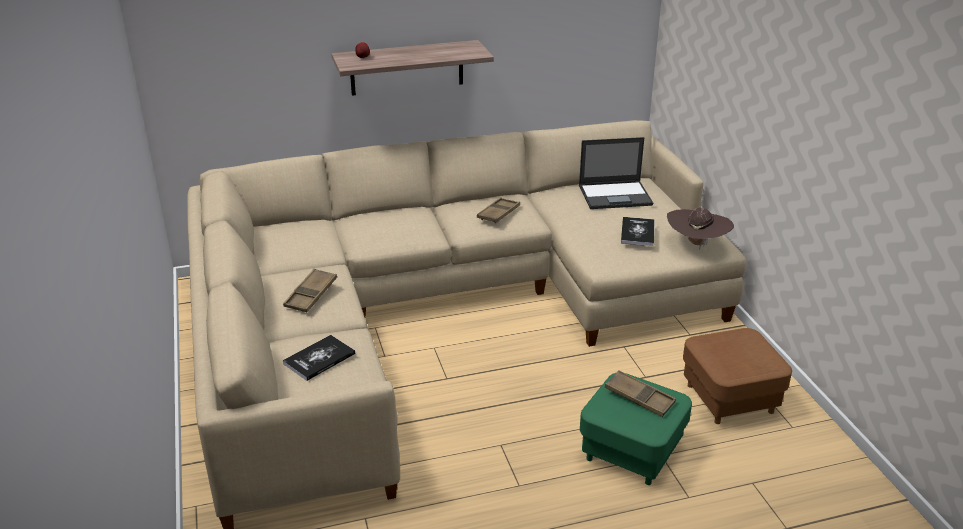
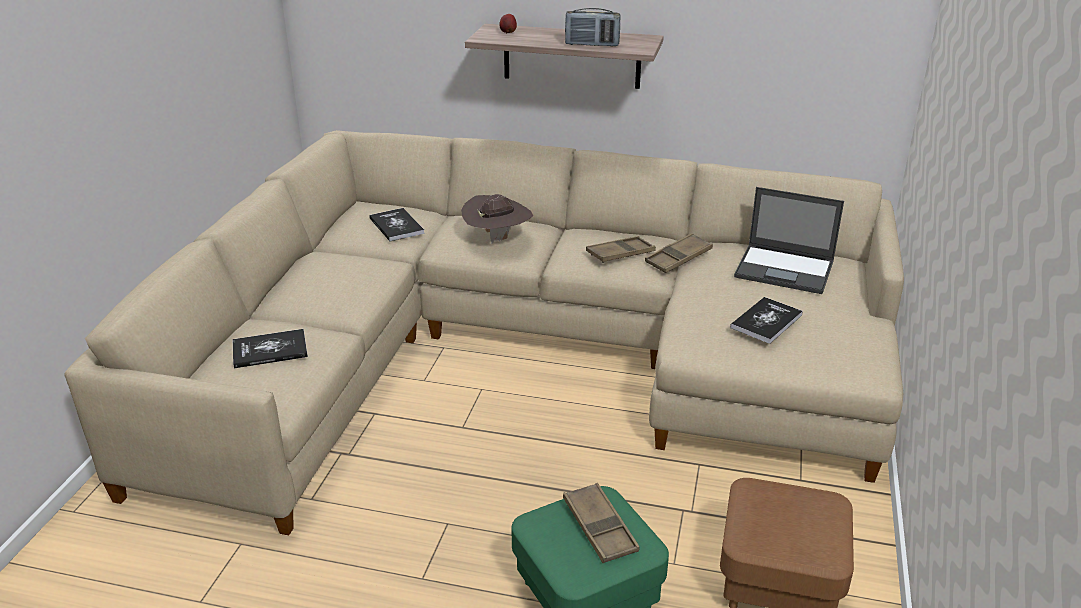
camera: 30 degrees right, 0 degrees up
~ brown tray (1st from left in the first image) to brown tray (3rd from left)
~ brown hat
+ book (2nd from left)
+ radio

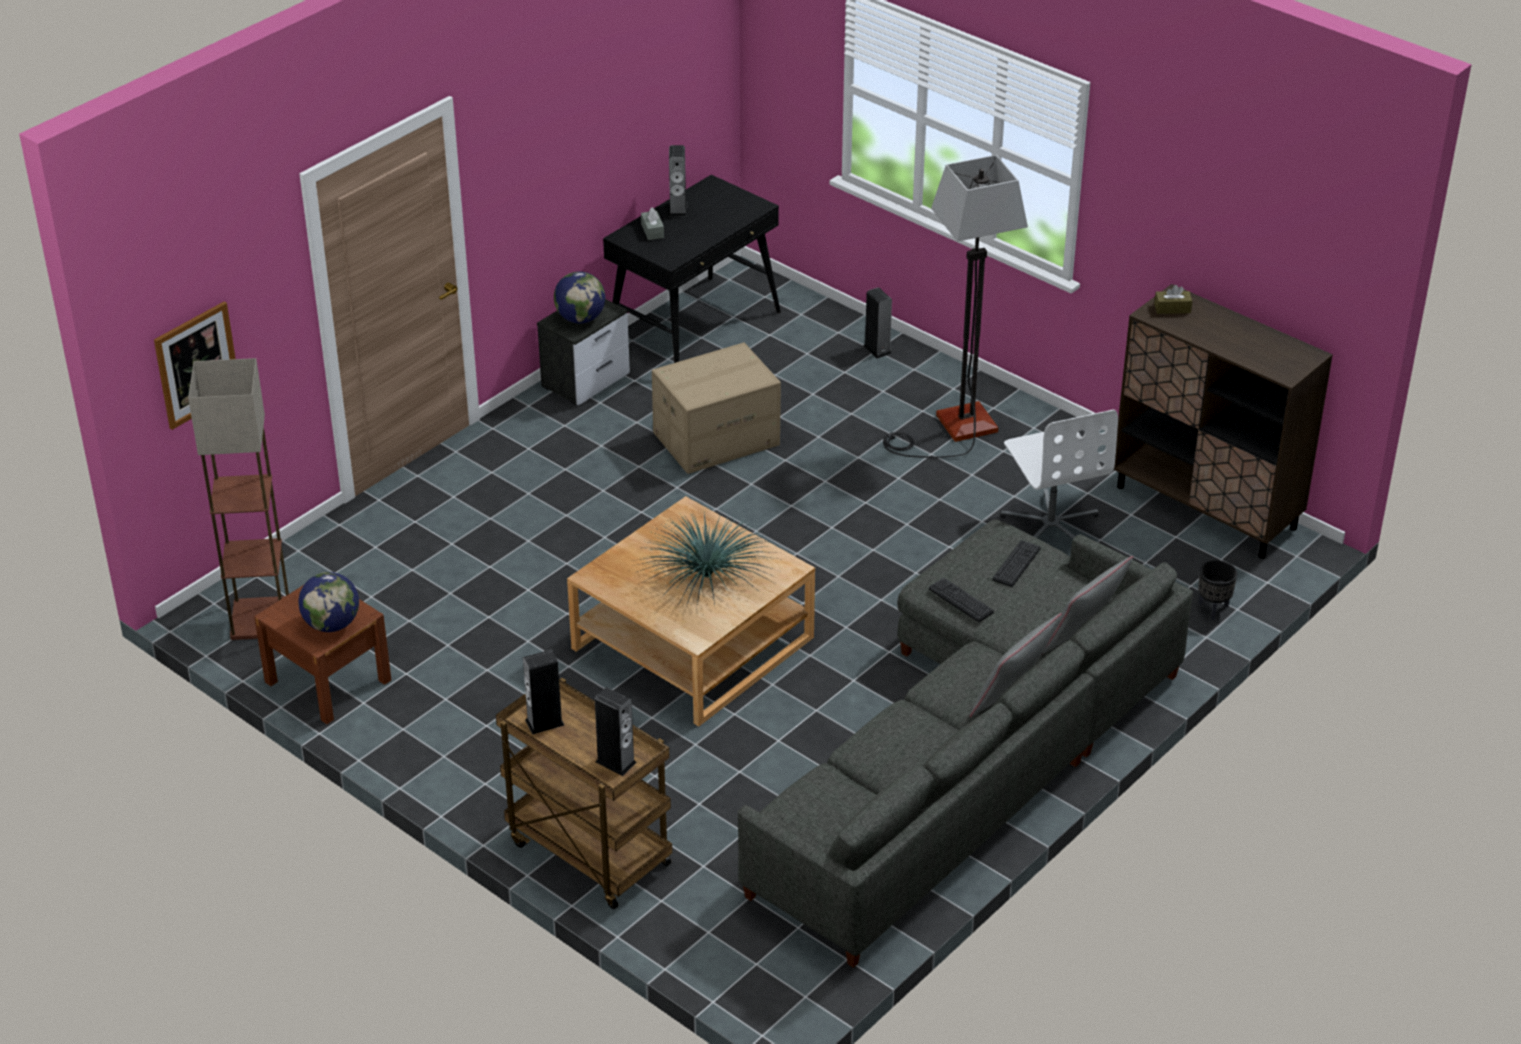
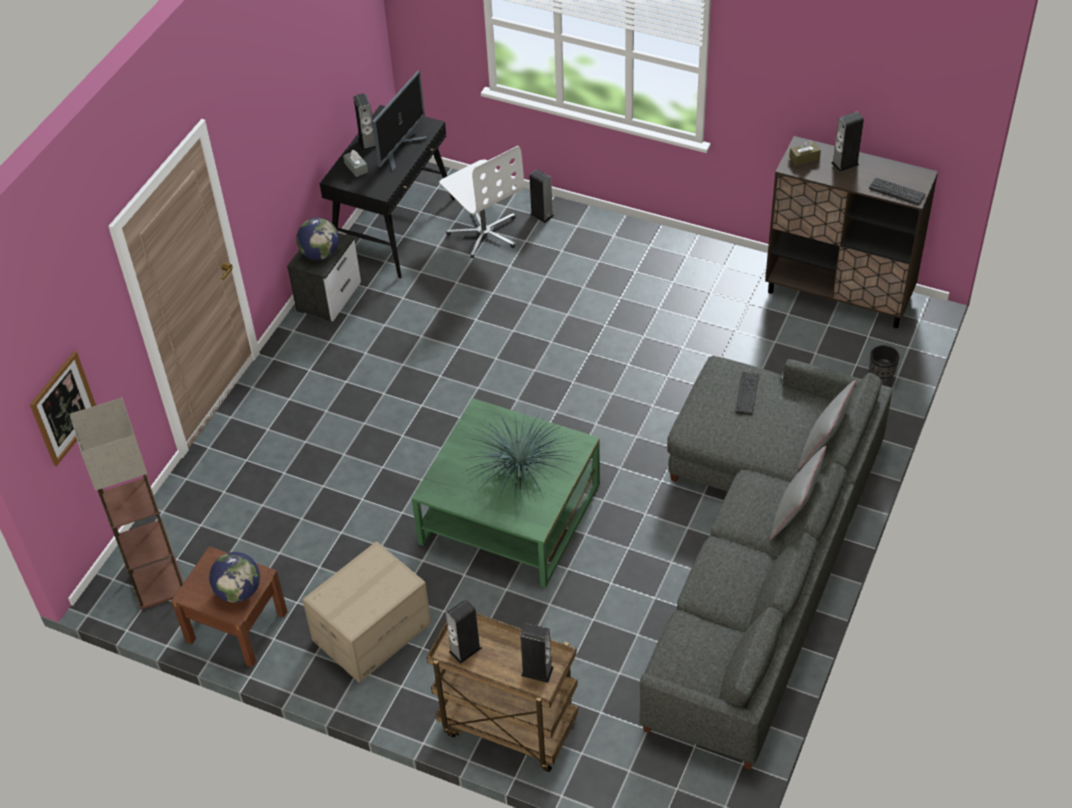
camera: 15 degrees left, 10 degrees up
~ beige coffee table to green coffee table
~ cardboard box
- floor lamp (2nd from left)
~ keyboard (1st from left in the first image) to keyboard (2nd from left)
~ white office chair
+ monitor
+ speaker (5th from left)

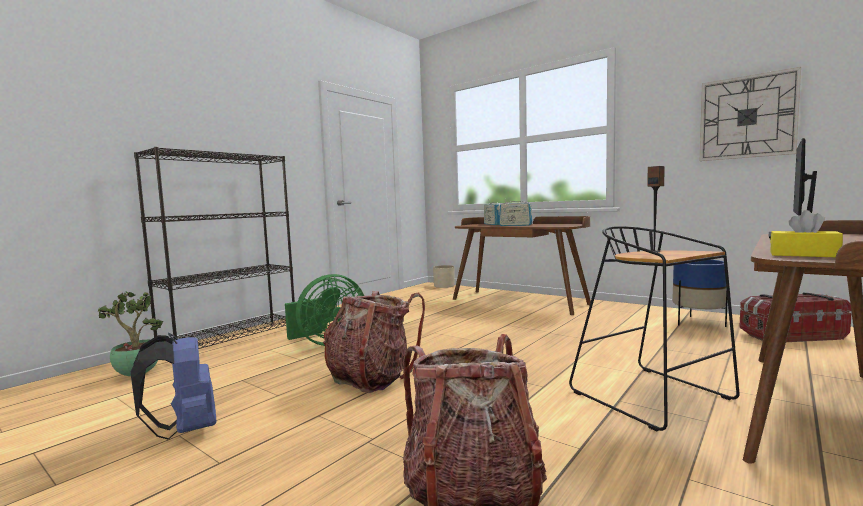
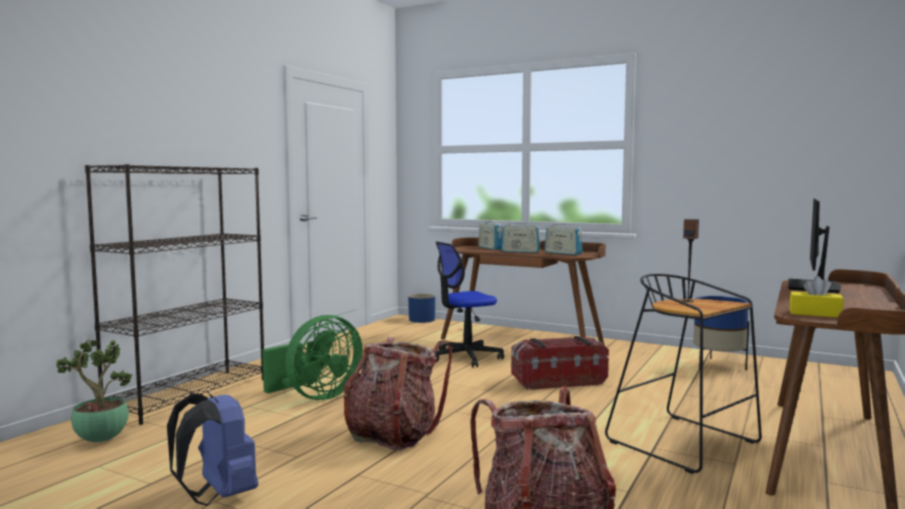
camera: 10 degrees left, 0 degrees up
~ beige planter to blue planter (1st from left)
- wall clock
~ storage box
+ office chair
+ radio (3rd from left)

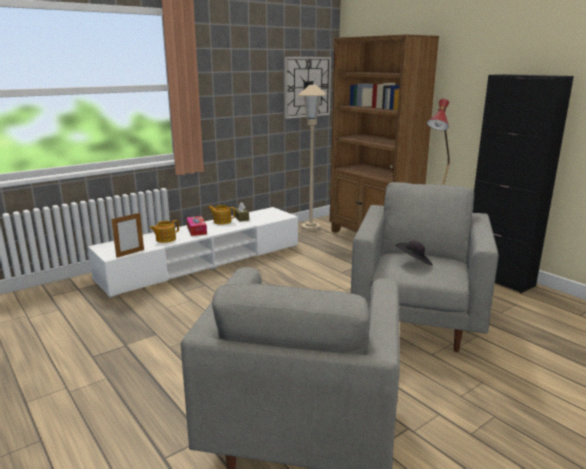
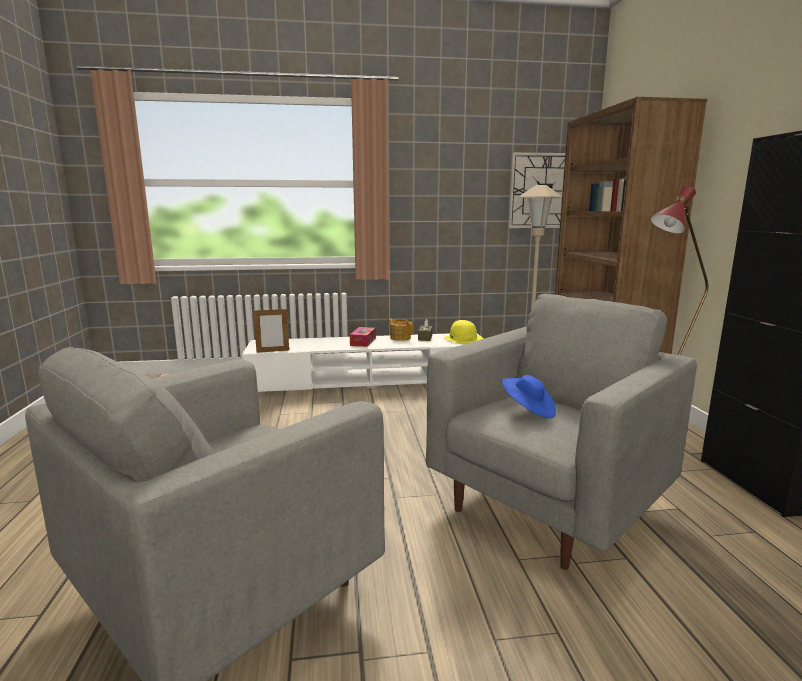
camera: 30 degrees right, 5 degrees down
- teapot (1st from left)
~ black hat to blue hat
+ yellow hat

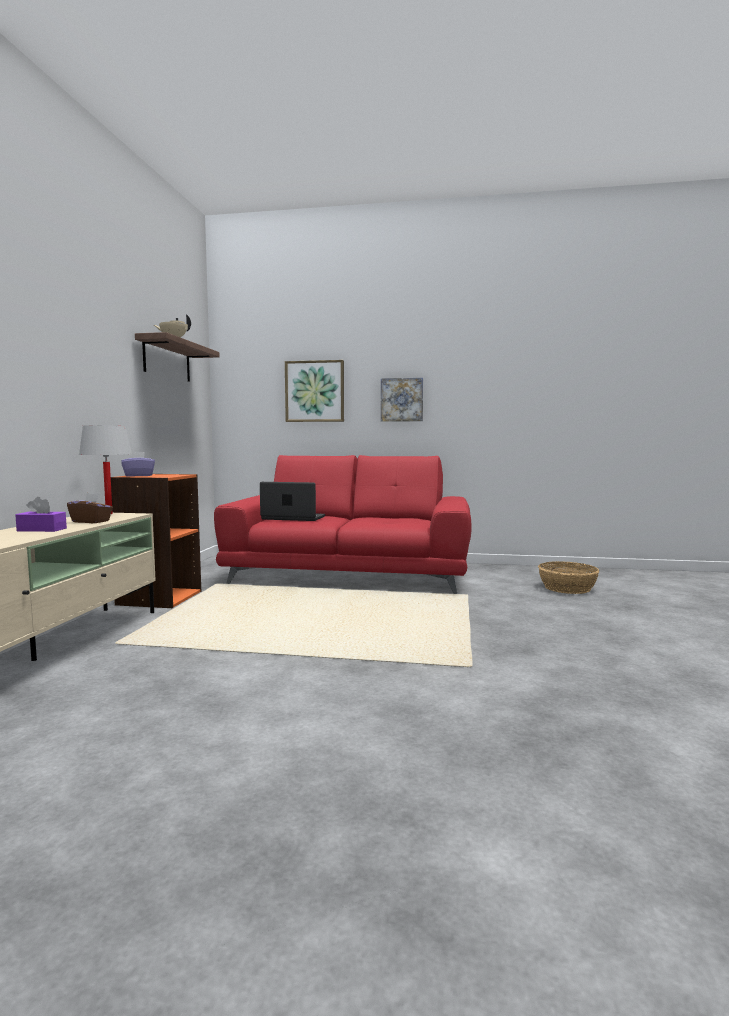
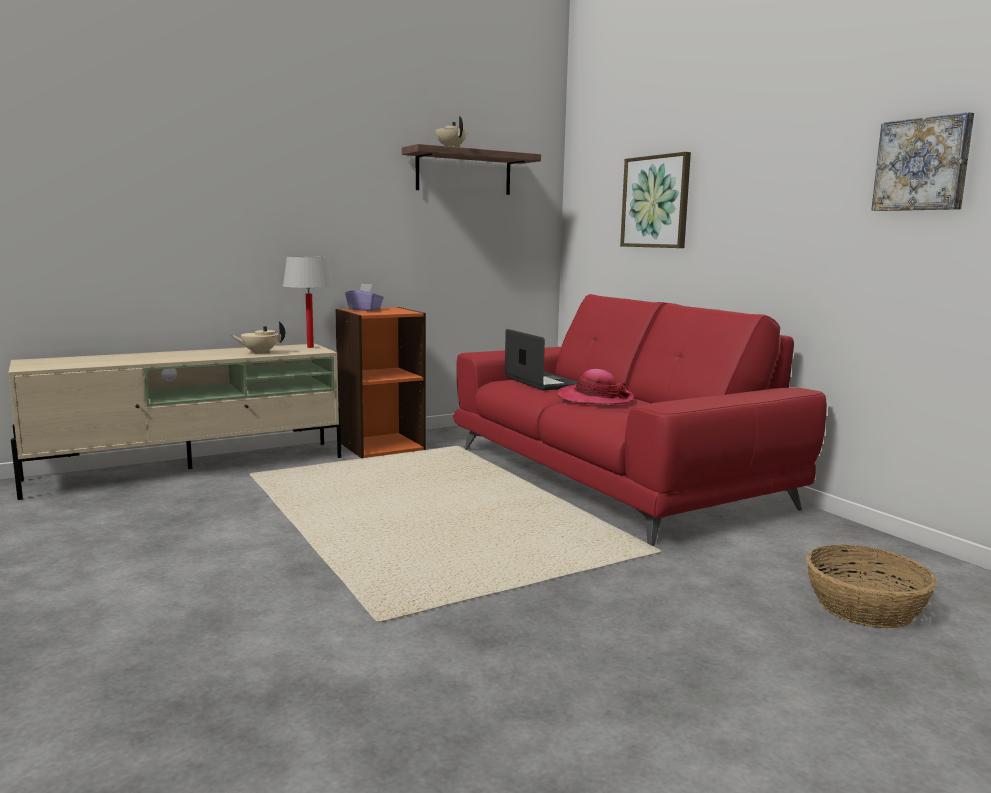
camera: 50 degrees right, 5 degrees up
- purple tissue box (1st from left)
~ brown tissue box to beige teapot (1st from left)
~ picture (2nd from left)
+ hat

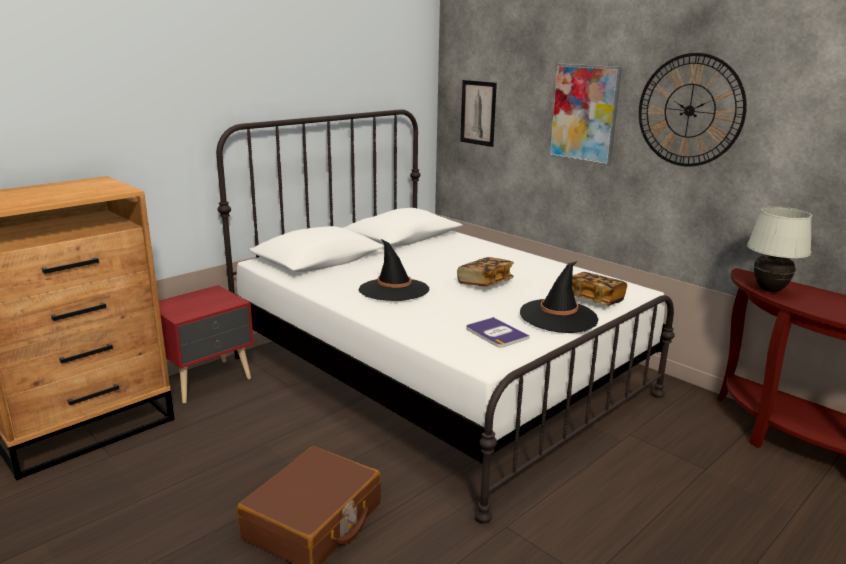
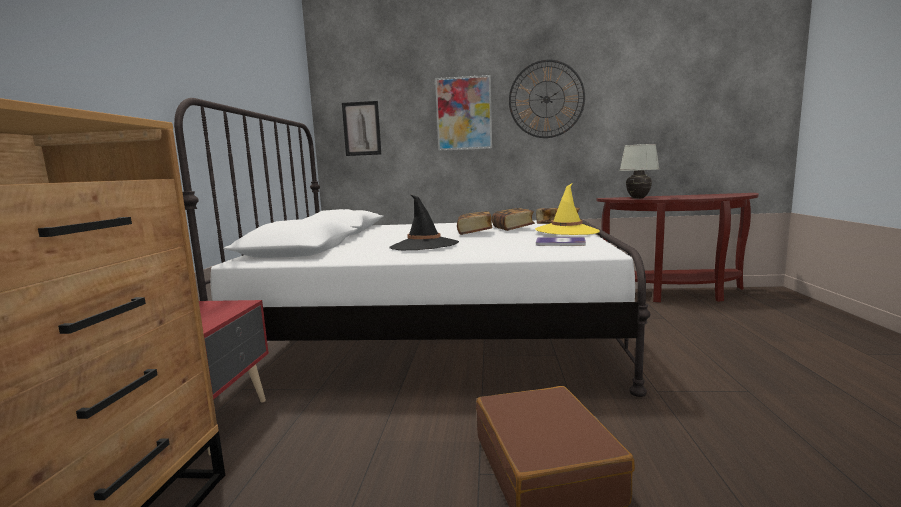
camera: 40 degrees left, 10 degrees down
~ black hat (2nd from left) to yellow hat
+ book (2nd from left)

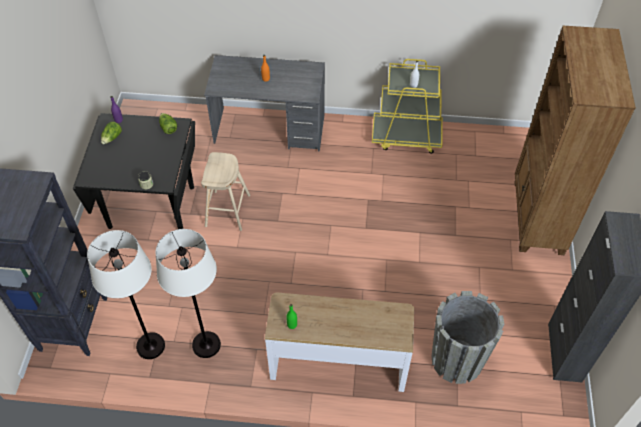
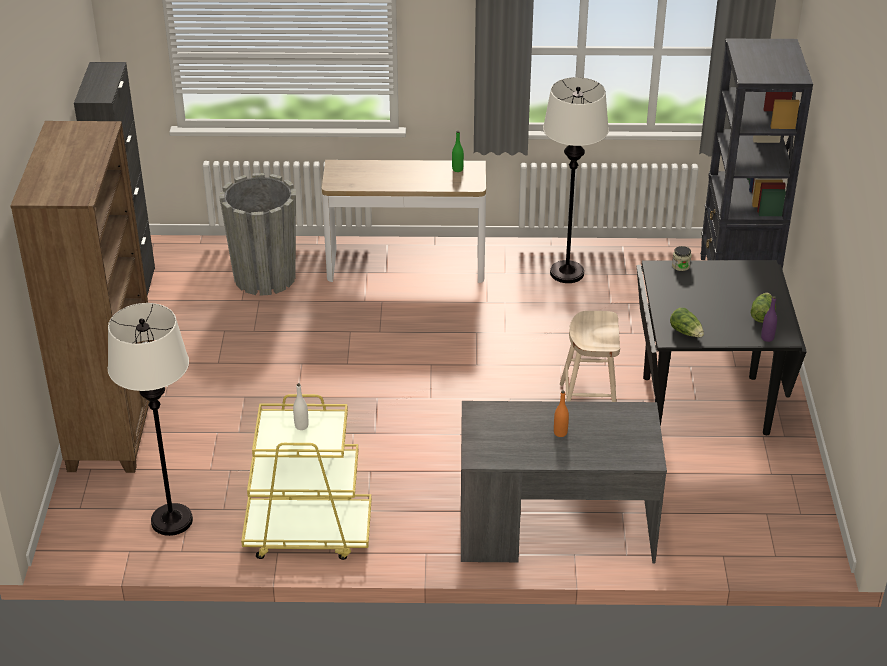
camera: 175 degrees right, 15 degrees down
~ white floor lamp (1st from left)

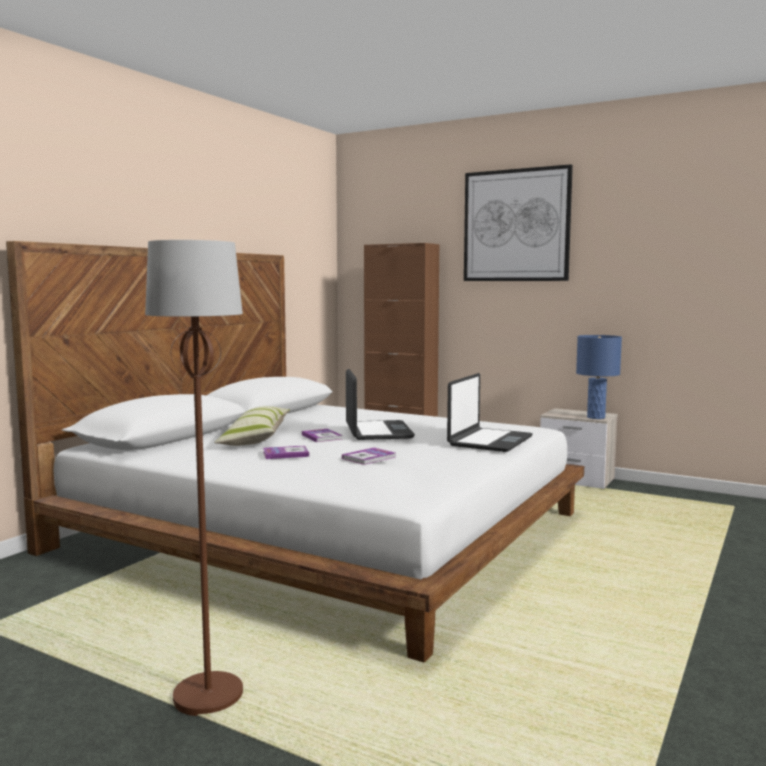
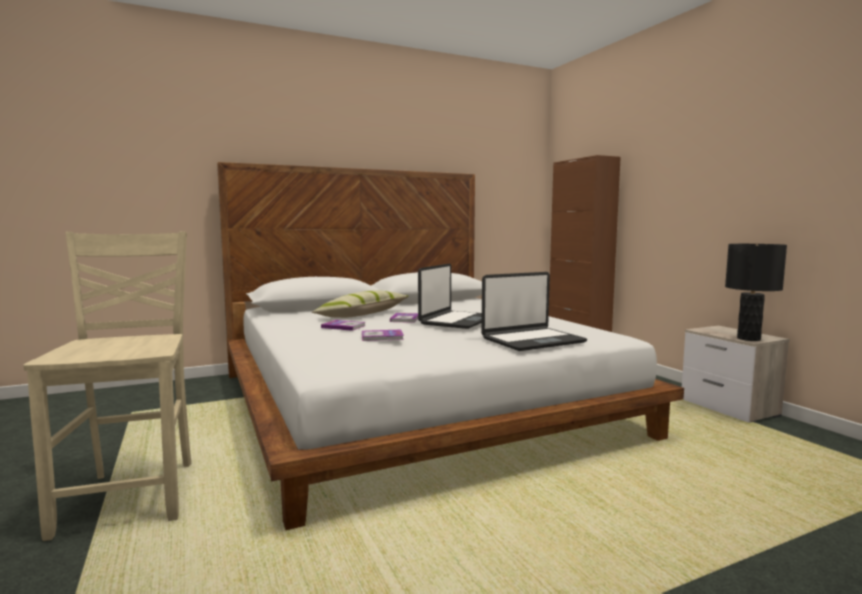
camera: 35 degrees right, 0 degrees up
~ brown floor lamp to beige chair
- picture
~ blue table lamp to black table lamp

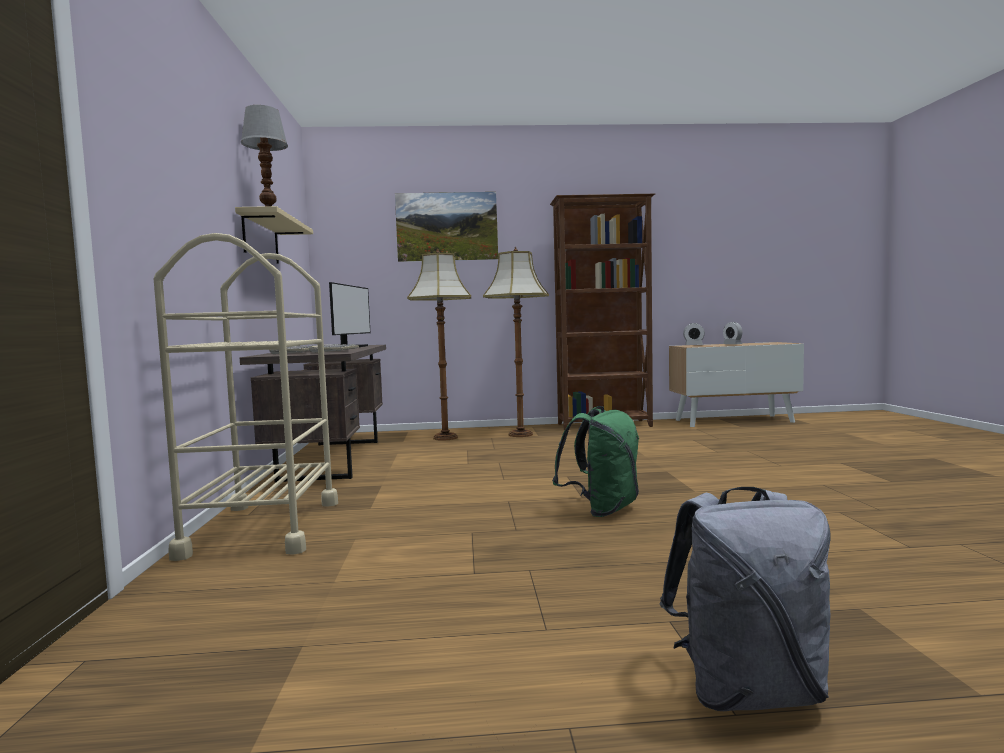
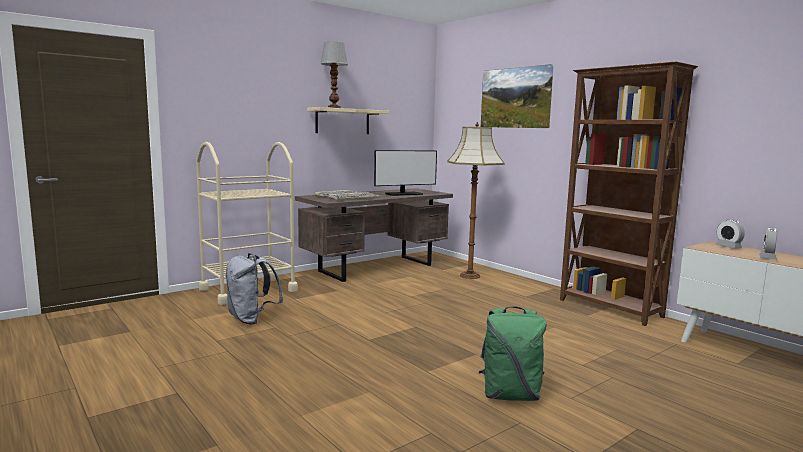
camera: 55 degrees right, 5 degrees up
- floor lamp (2nd from left)
~ green backpack
~ grey backpack

